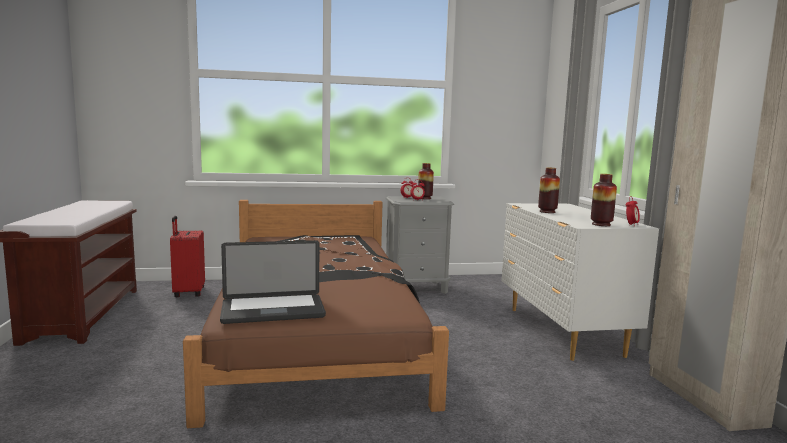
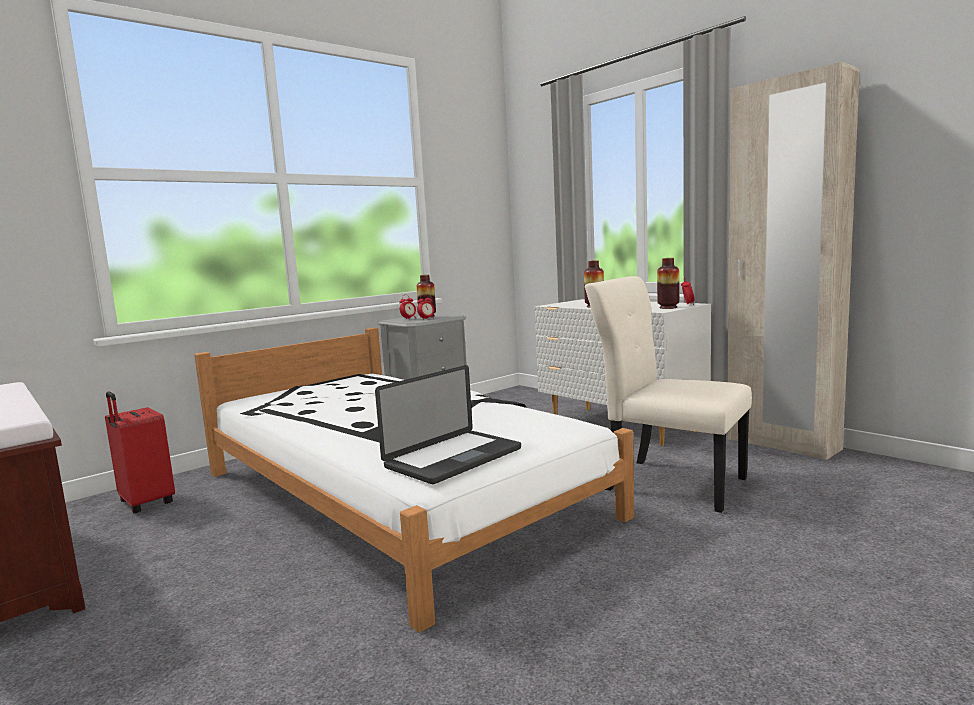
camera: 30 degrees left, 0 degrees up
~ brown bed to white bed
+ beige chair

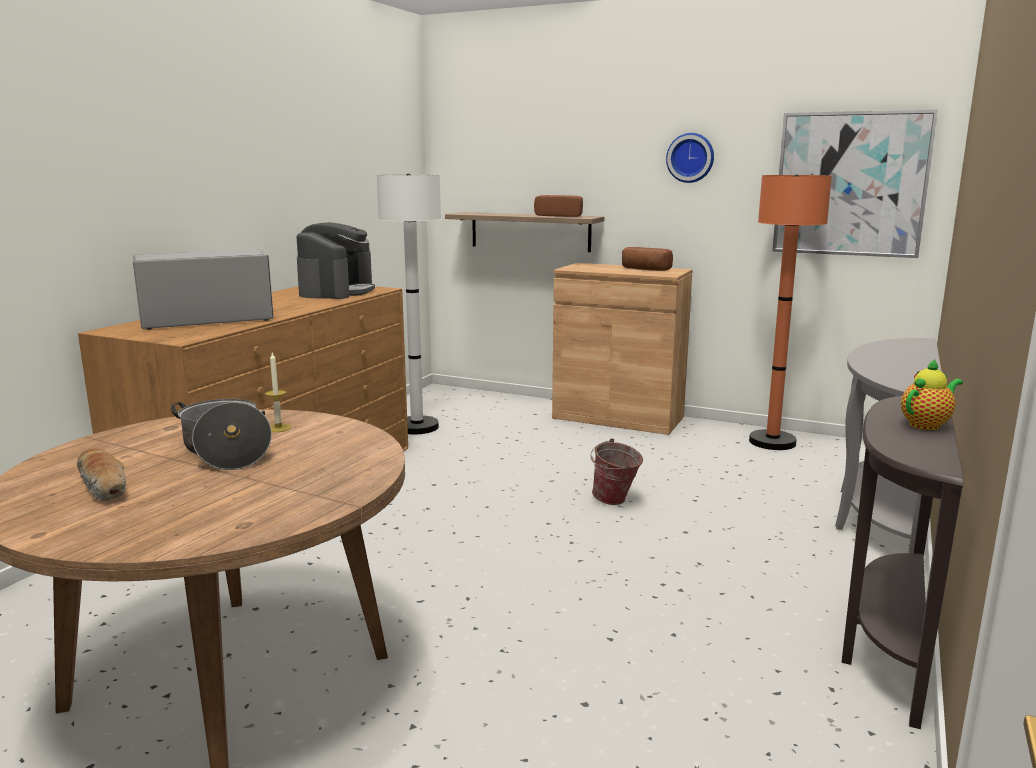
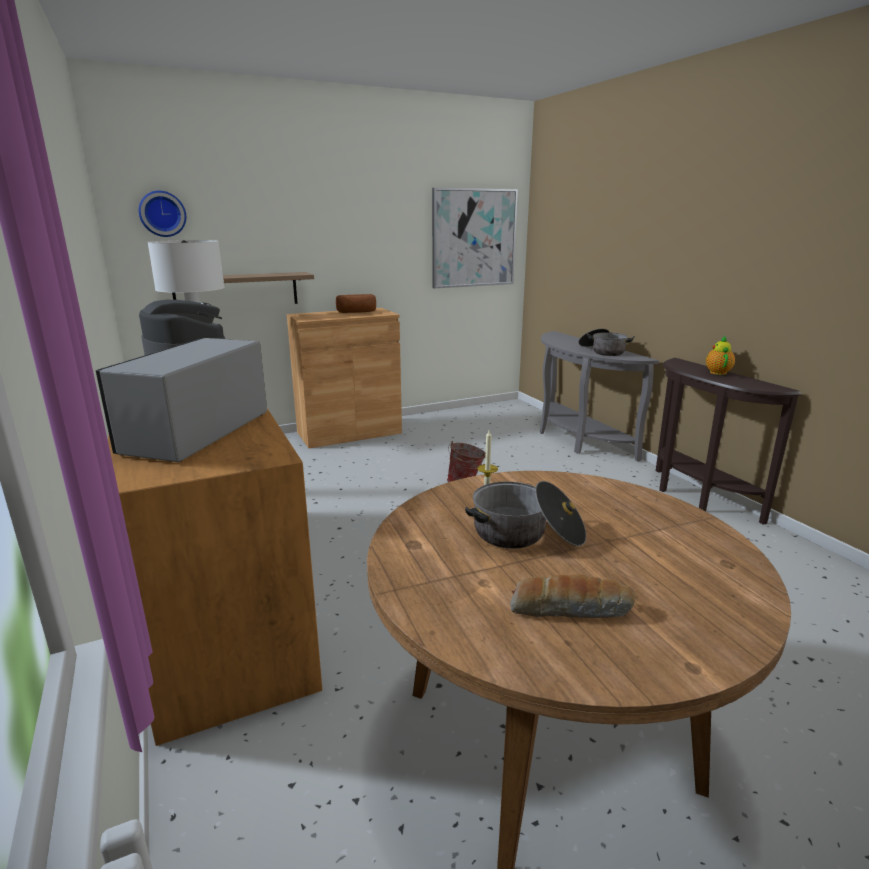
camera: 50 degrees left, 5 degrees up
- bread (2nd from left)
~ wall clock
- orange floor lamp
+ cooking pot (2nd from left)

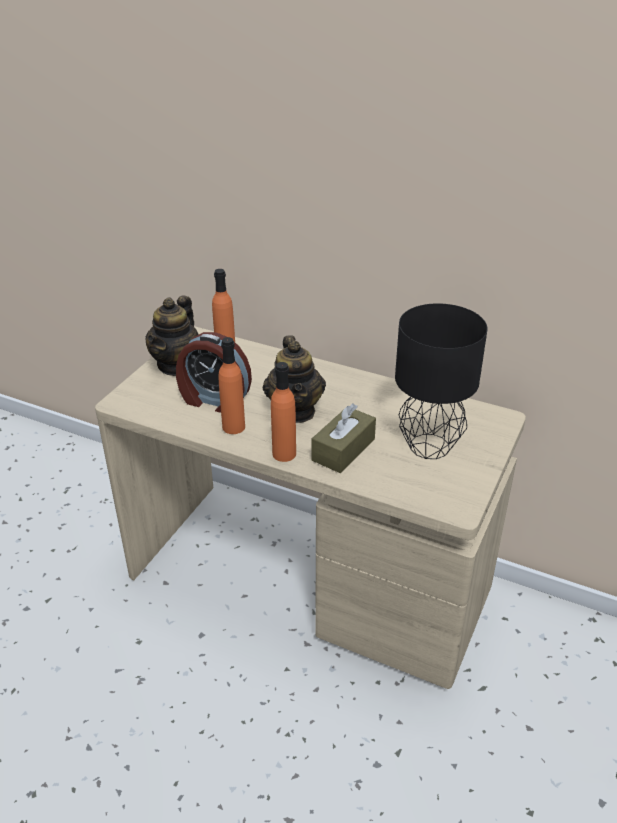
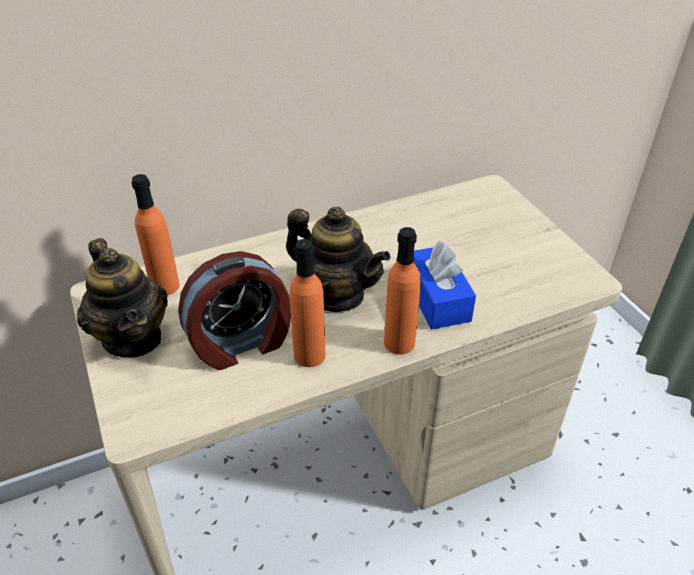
camera: 50 degrees left, 5 degrees up
~ brown tissue box to blue tissue box
- black table lamp

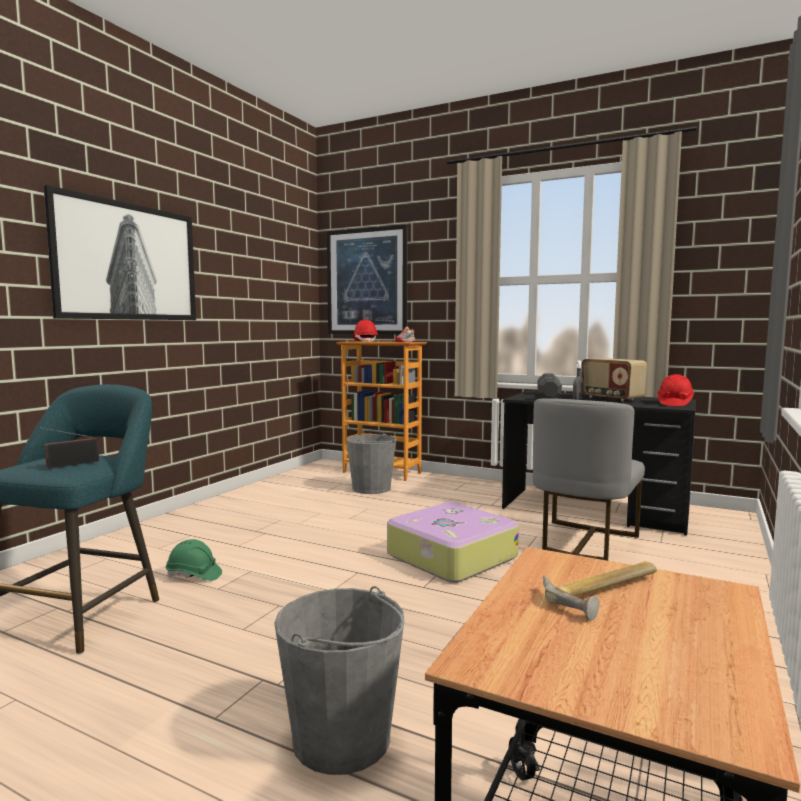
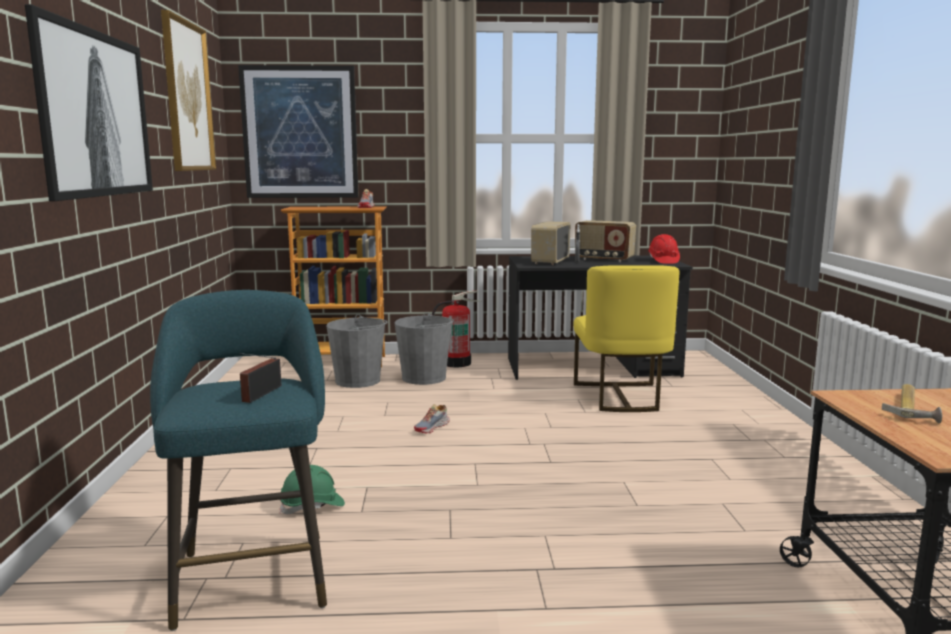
camera: 30 degrees left, 5 degrees up
~ grey bucket (1st from left in the first image) to grey bucket (2nd from left)
- red hard hat (1st from left)
- suitcase
~ grey chair to yellow chair
~ black dumbbell to radio (2nd from left)
+ picture (2nd from left)
+ shoe (2nd from left)
+ fire extinguisher

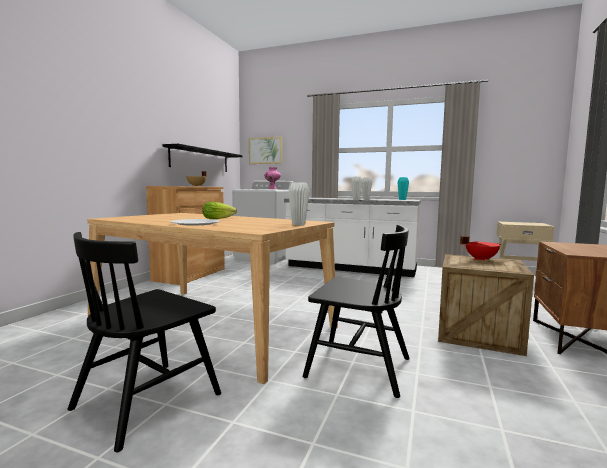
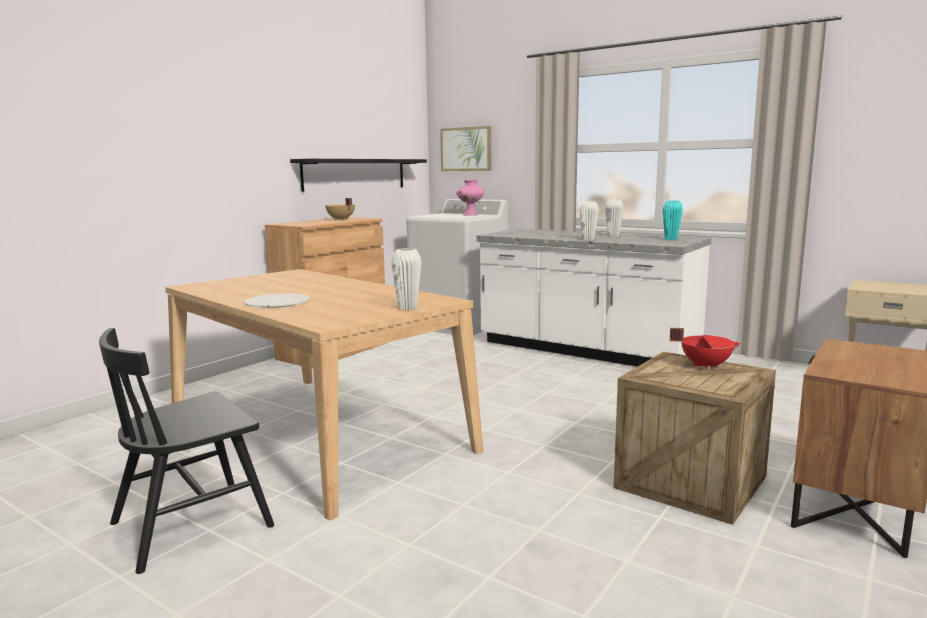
camera: 15 degrees right, 5 degrees up
- lettuce
- black chair (2nd from left)

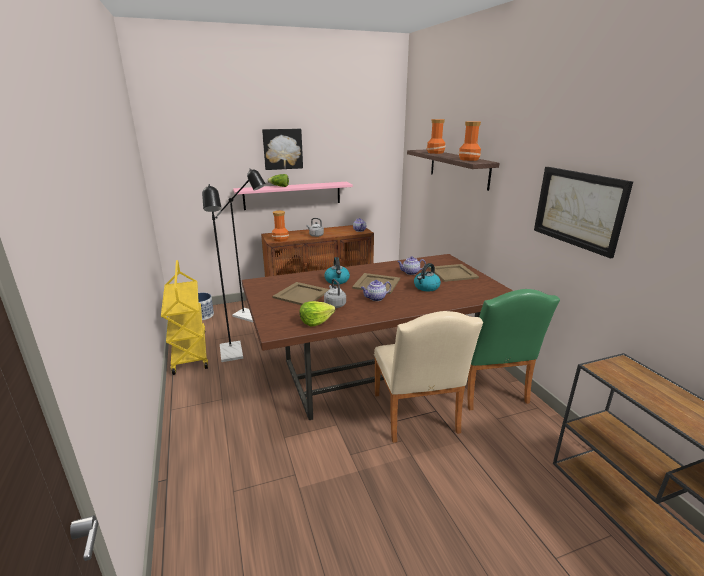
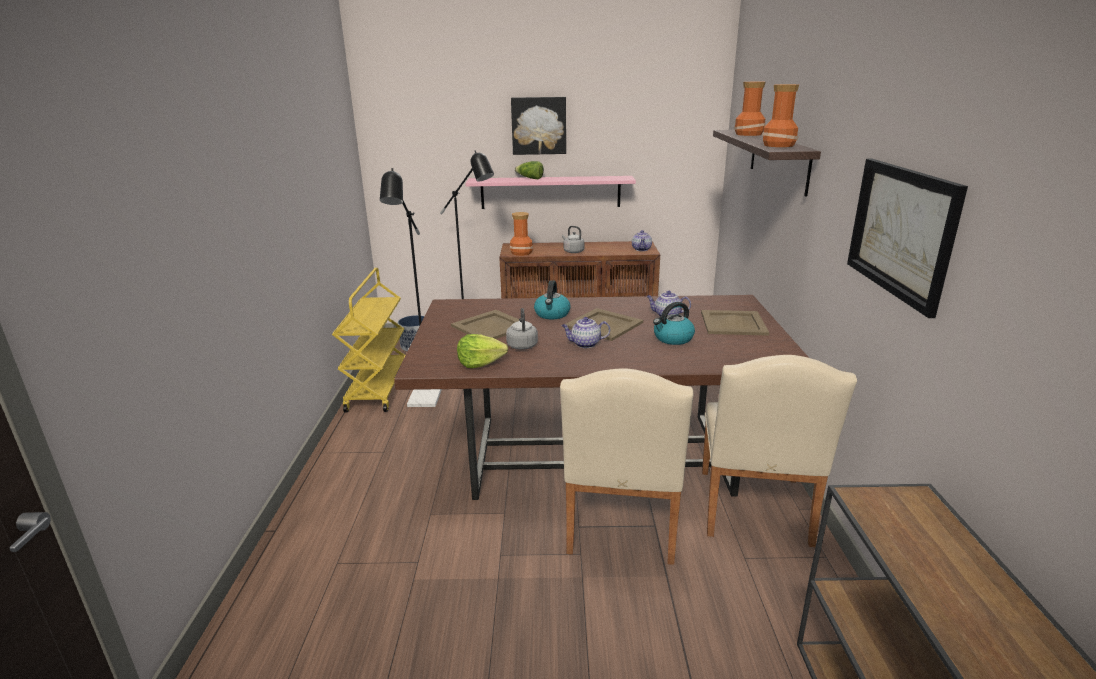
camera: 20 degrees right, 0 degrees up
~ green chair to beige chair (2nd from left)

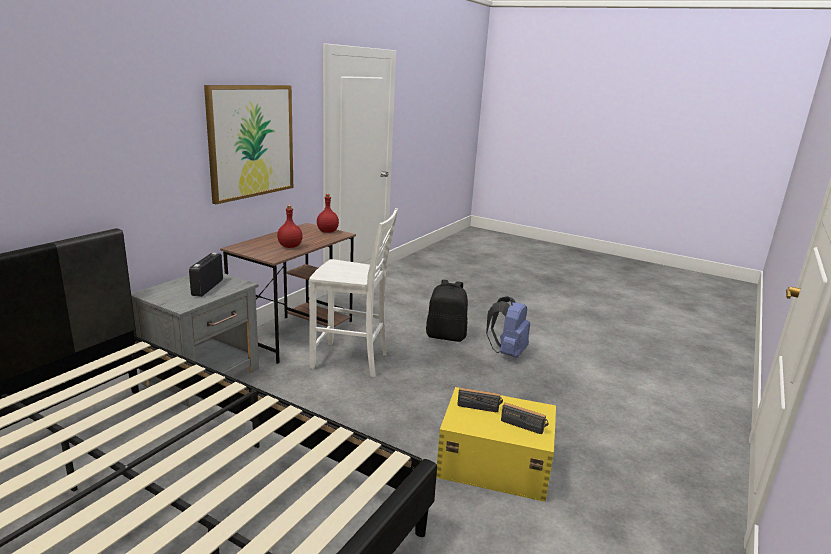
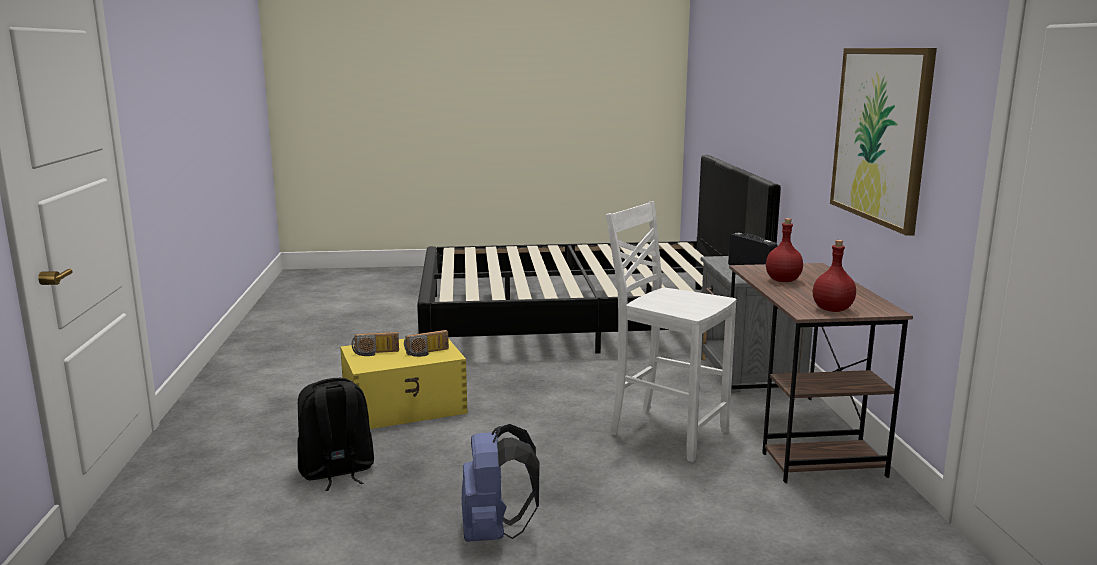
camera: 145 degrees right, 5 degrees down
~ white chair 60 degrees clockwise
~ black backpack

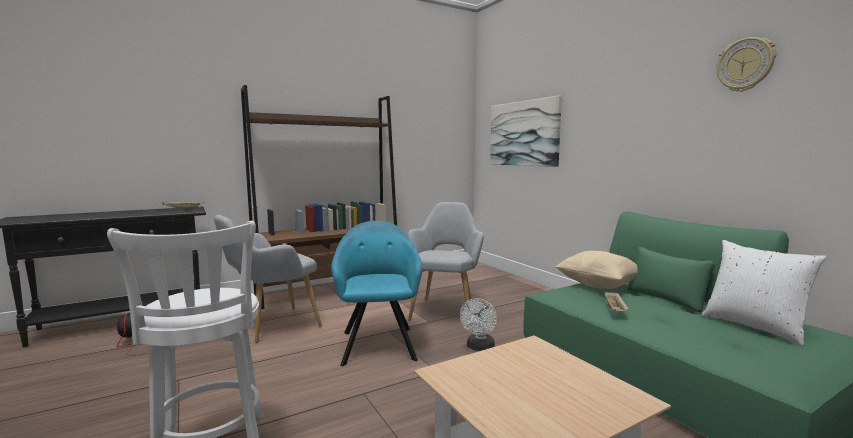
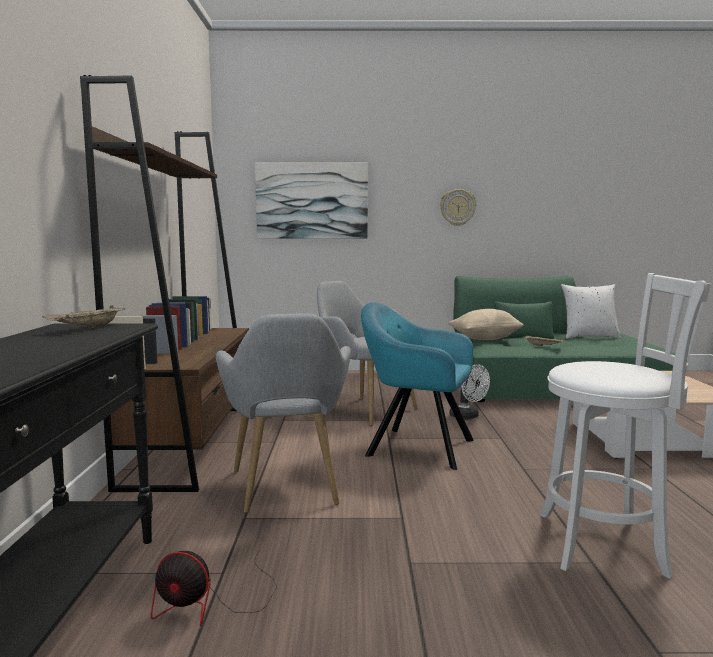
camera: 60 degrees left, 0 degrees up
~ wall clock

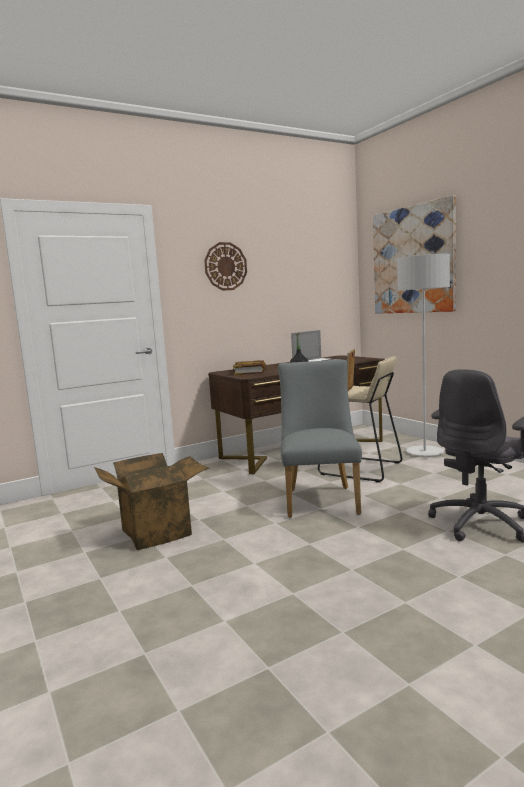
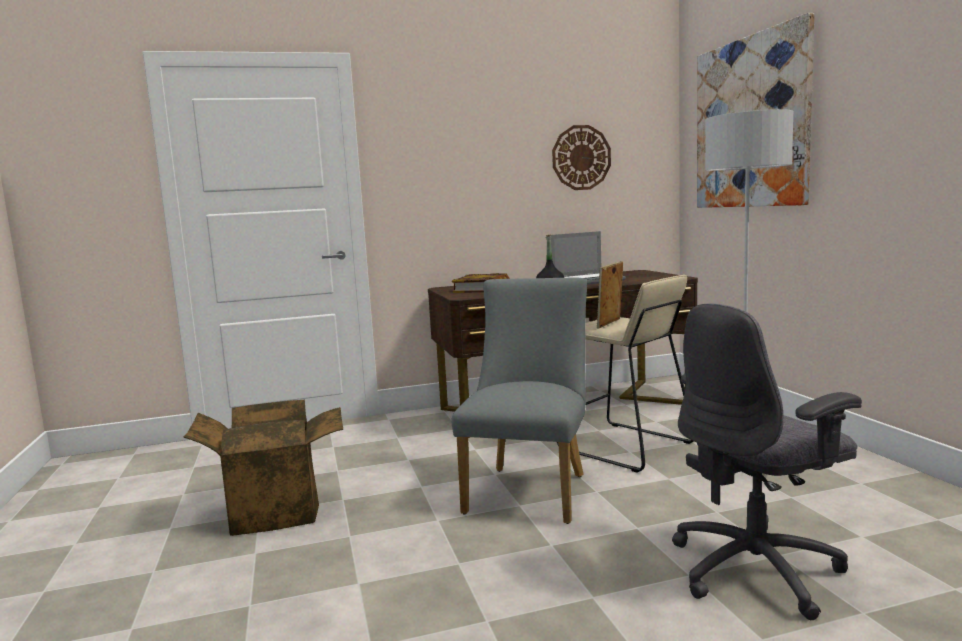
camera: 15 degrees right, 0 degrees up
~ wall clock

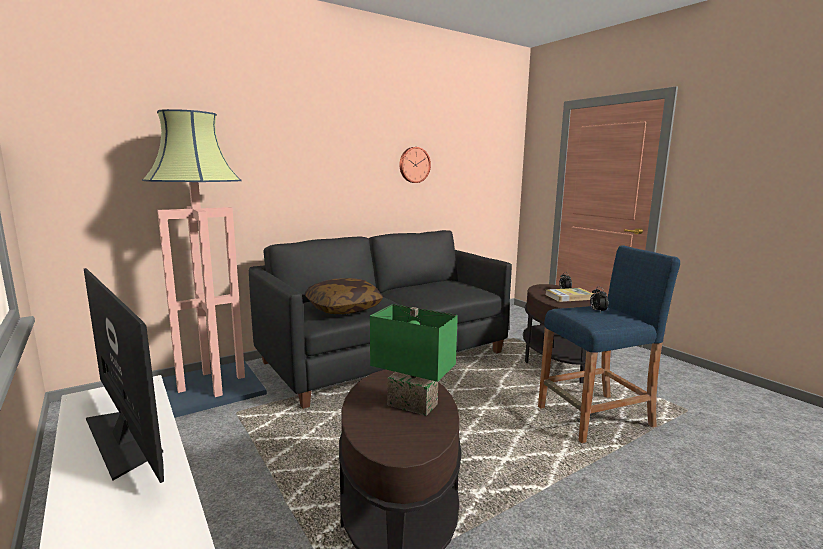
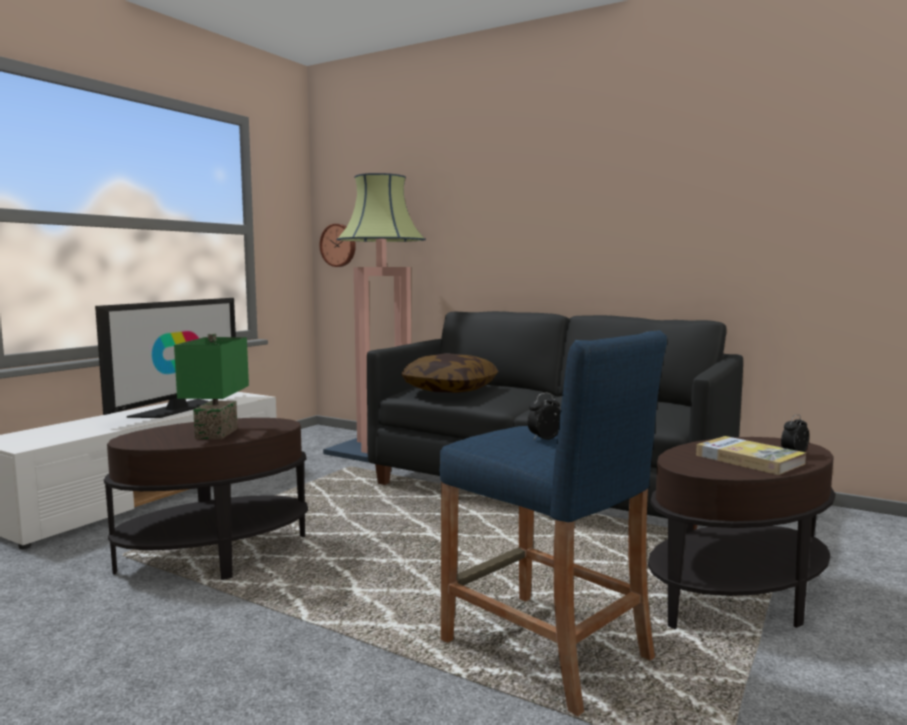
camera: 65 degrees right, 5 degrees down
~ wall clock

